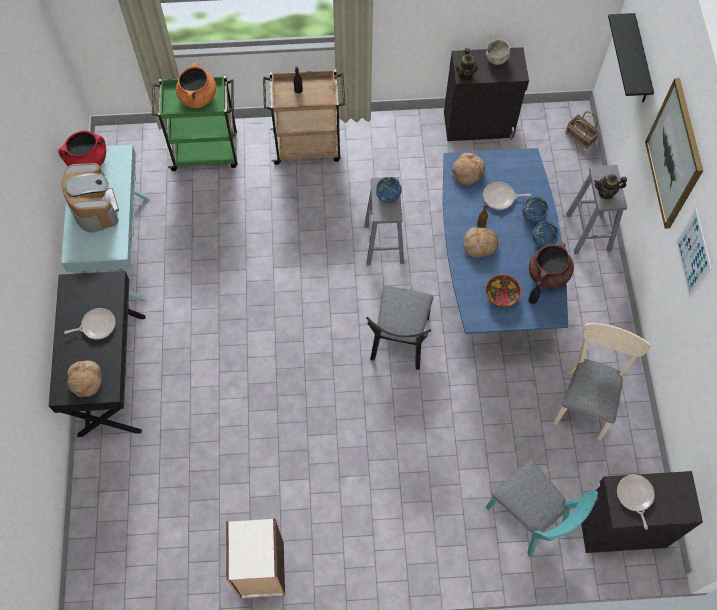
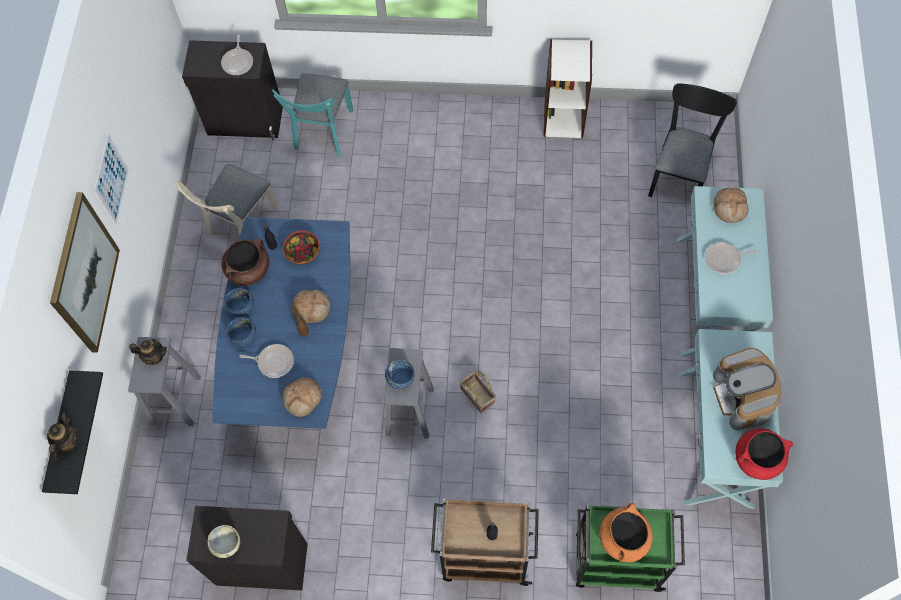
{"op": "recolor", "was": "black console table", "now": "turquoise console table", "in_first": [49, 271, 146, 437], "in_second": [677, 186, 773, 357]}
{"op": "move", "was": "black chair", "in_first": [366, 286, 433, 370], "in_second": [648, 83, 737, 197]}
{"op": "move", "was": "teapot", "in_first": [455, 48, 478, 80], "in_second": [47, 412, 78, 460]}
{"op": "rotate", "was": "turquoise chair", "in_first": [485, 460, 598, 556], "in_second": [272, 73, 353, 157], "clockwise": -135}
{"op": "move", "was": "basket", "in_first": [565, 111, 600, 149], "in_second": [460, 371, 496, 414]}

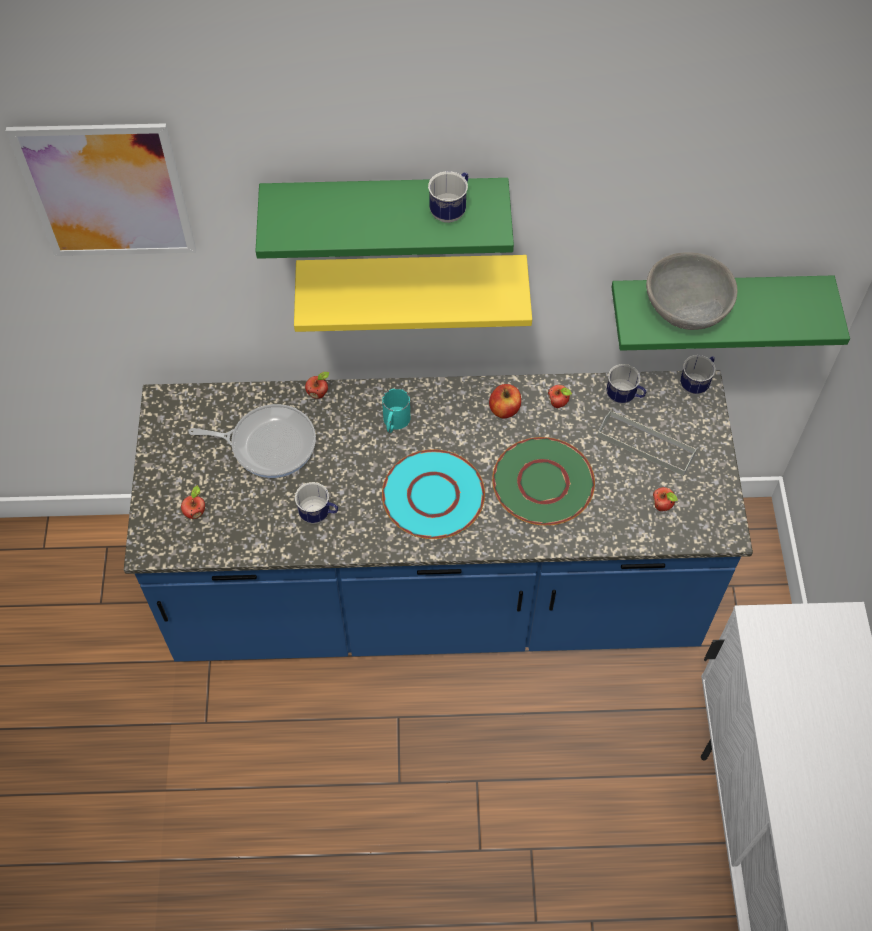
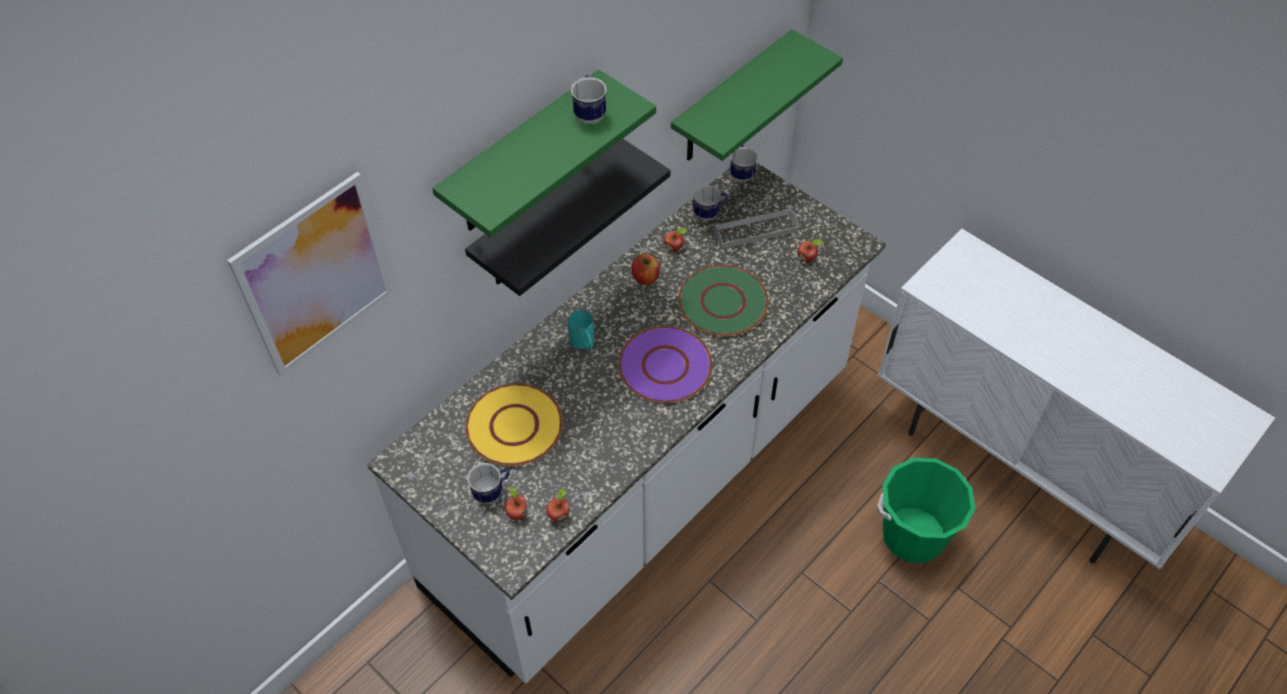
{"op": "recolor", "was": "blue counter", "now": "white counter", "in_first": [124, 370, 753, 662], "in_second": [367, 162, 886, 684]}
{"op": "replace", "was": "frying pan", "now": "yellow plate", "in_first": [188, 404, 316, 478], "in_second": [465, 384, 563, 466]}
{"op": "recolor", "was": "yellow shelf", "now": "black shelf", "in_first": [294, 255, 532, 332], "in_second": [465, 139, 670, 296]}
{"op": "move", "was": "mug", "in_first": [295, 482, 338, 524], "in_second": [467, 463, 510, 504]}
{"op": "move", "was": "apple", "in_first": [305, 372, 329, 399], "in_second": [546, 488, 570, 521]}
{"op": "recolor", "was": "turquoise plate", "now": "purple plate", "in_first": [382, 449, 485, 539], "in_second": [619, 326, 712, 403]}
{"op": "delete", "was": "grey bowl", "in_first": [646, 252, 737, 330]}
{"op": "insert", "now": "green bucket", "in_second": [877, 458, 975, 563]}

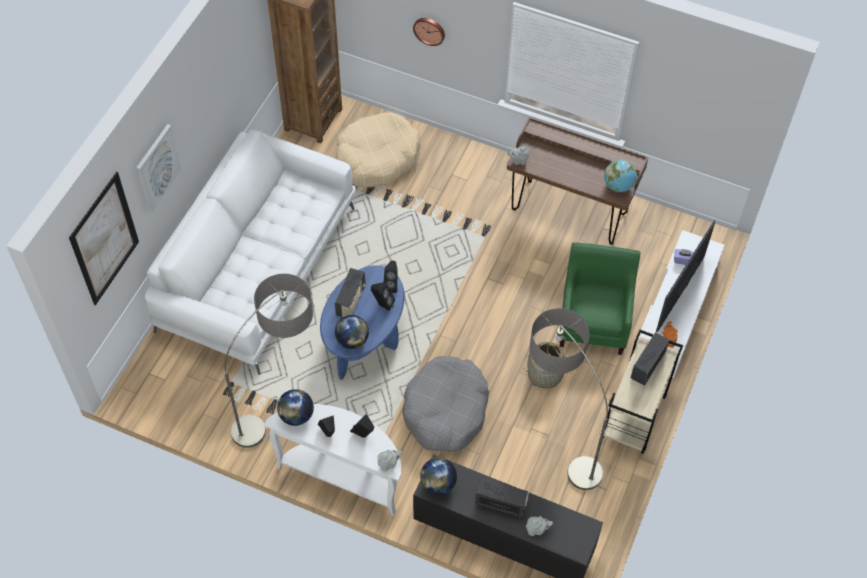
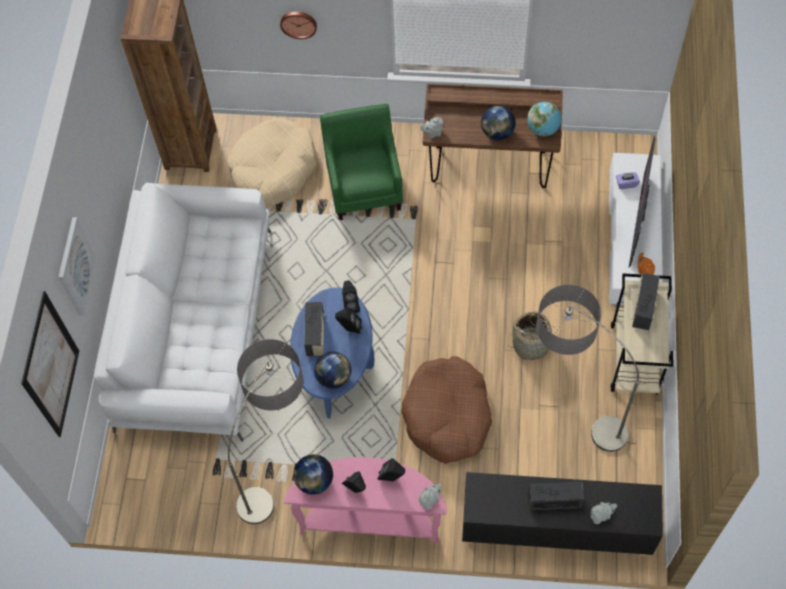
{"op": "recolor", "was": "white console table", "now": "pink console table", "in_first": [264, 404, 401, 516], "in_second": [284, 457, 447, 544]}
{"op": "recolor", "was": "grey dog bed", "now": "brown dog bed", "in_first": [402, 356, 489, 452], "in_second": [401, 356, 492, 464]}
{"op": "move", "was": "globe", "in_first": [420, 458, 457, 495], "in_second": [481, 106, 516, 140]}
{"op": "move", "was": "green armchair", "in_first": [560, 242, 640, 355], "in_second": [320, 104, 403, 220]}

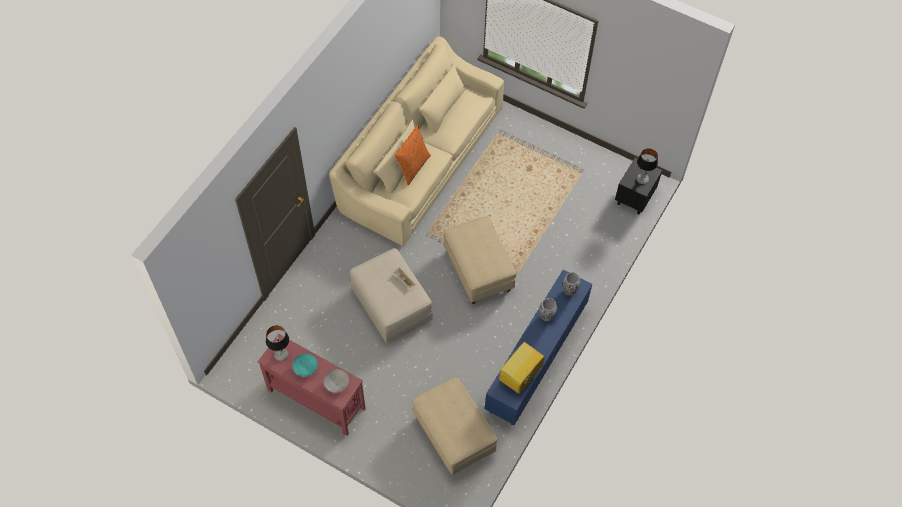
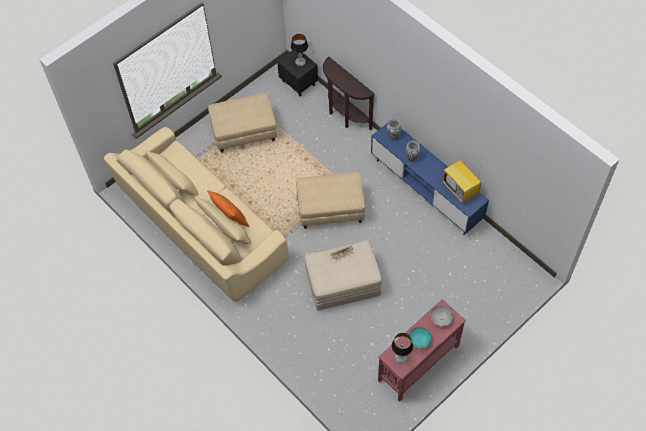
{"op": "move", "was": "beige ottoman", "in_first": [412, 377, 497, 475], "in_second": [208, 93, 277, 153]}
{"op": "insert", "now": "brown console table", "in_second": [323, 57, 375, 130]}

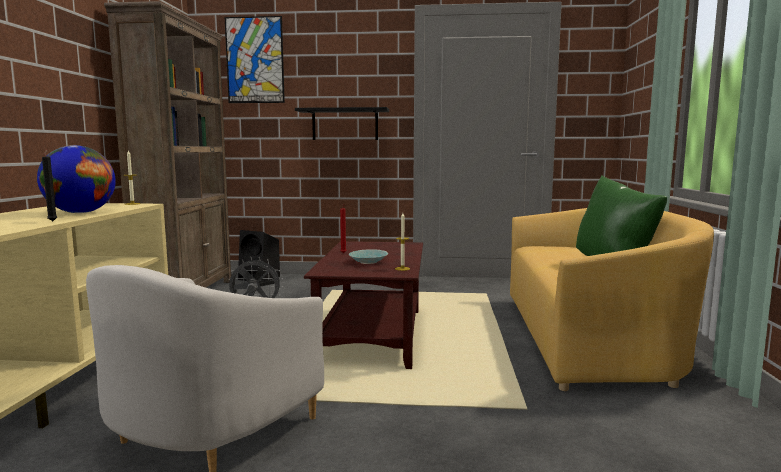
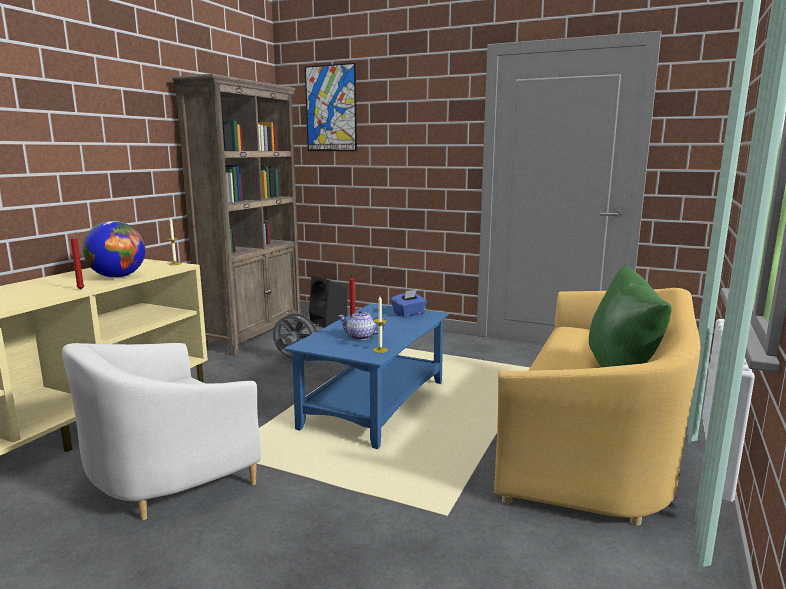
{"op": "recolor", "was": "black candle", "now": "red candle", "in_first": [42, 150, 57, 221], "in_second": [70, 232, 84, 289]}
{"op": "delete", "was": "black shelf", "in_first": [295, 107, 389, 140]}
{"op": "recolor", "was": "brown coffee table", "now": "blue coffee table", "in_first": [304, 241, 423, 369], "in_second": [285, 304, 449, 449]}
{"op": "replace", "was": "turquoise bowl", "now": "teapot", "in_first": [349, 249, 388, 264], "in_second": [338, 310, 385, 340]}
{"op": "insert", "now": "blue tissue box", "in_second": [391, 290, 427, 317]}

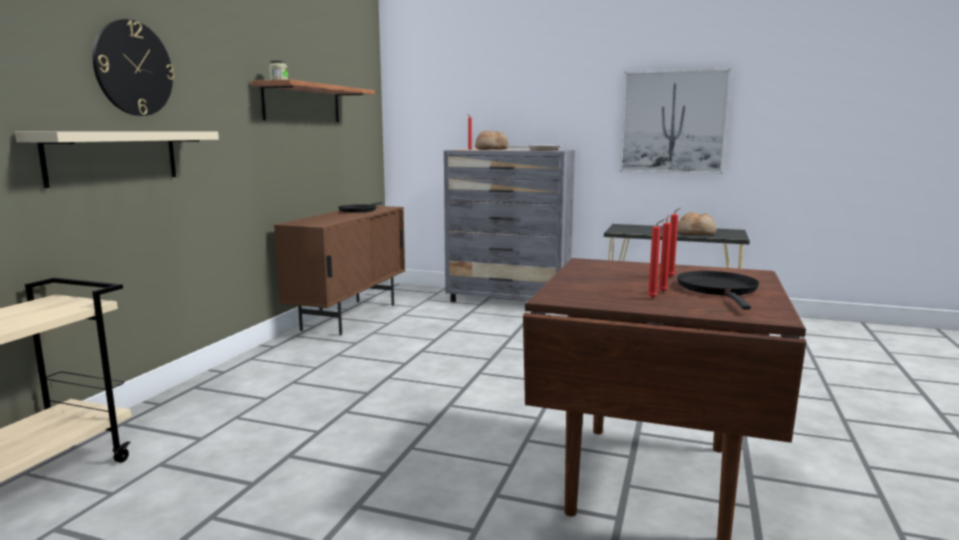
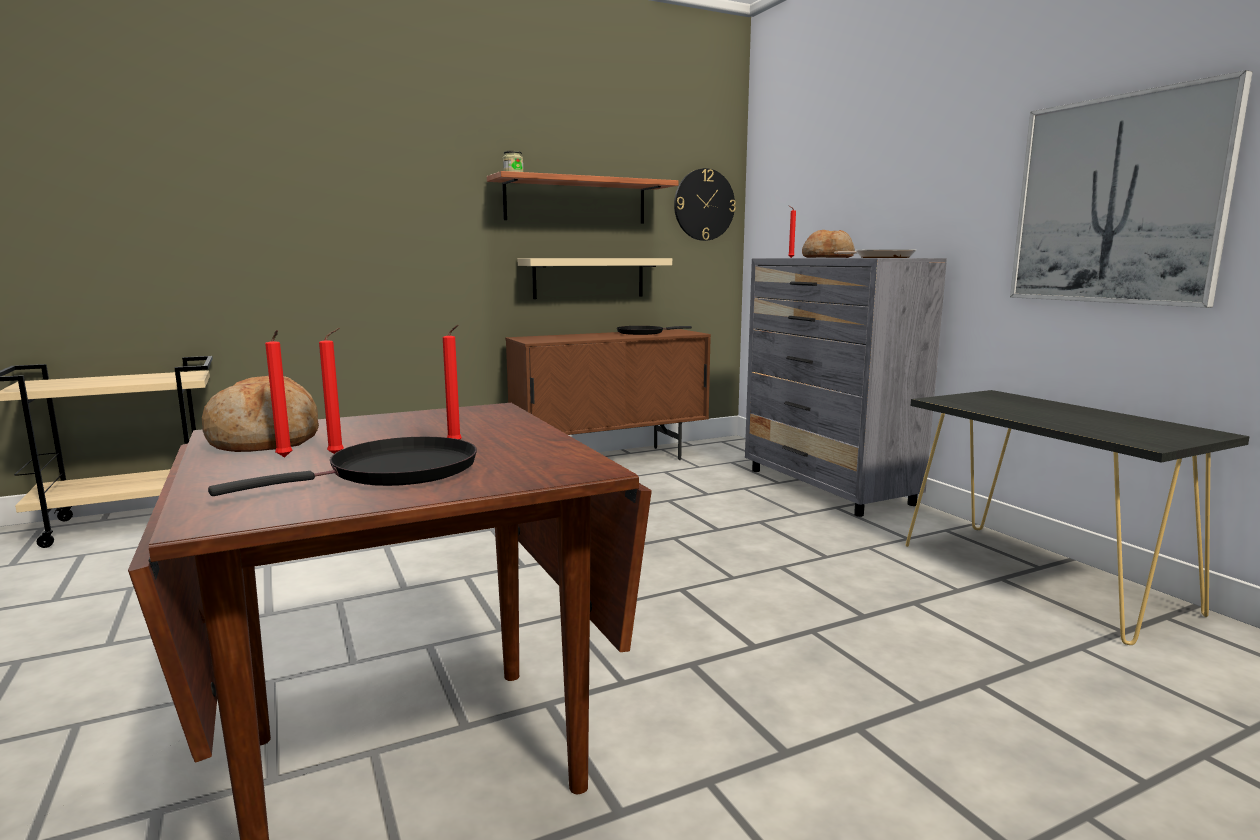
{"op": "move", "was": "beige shelf", "in_first": [15, 131, 219, 188], "in_second": [518, 258, 672, 299]}
{"op": "move", "was": "wall clock", "in_first": [92, 19, 175, 116], "in_second": [674, 168, 736, 241]}
{"op": "move", "was": "bread", "in_first": [677, 212, 717, 235], "in_second": [202, 376, 319, 452]}

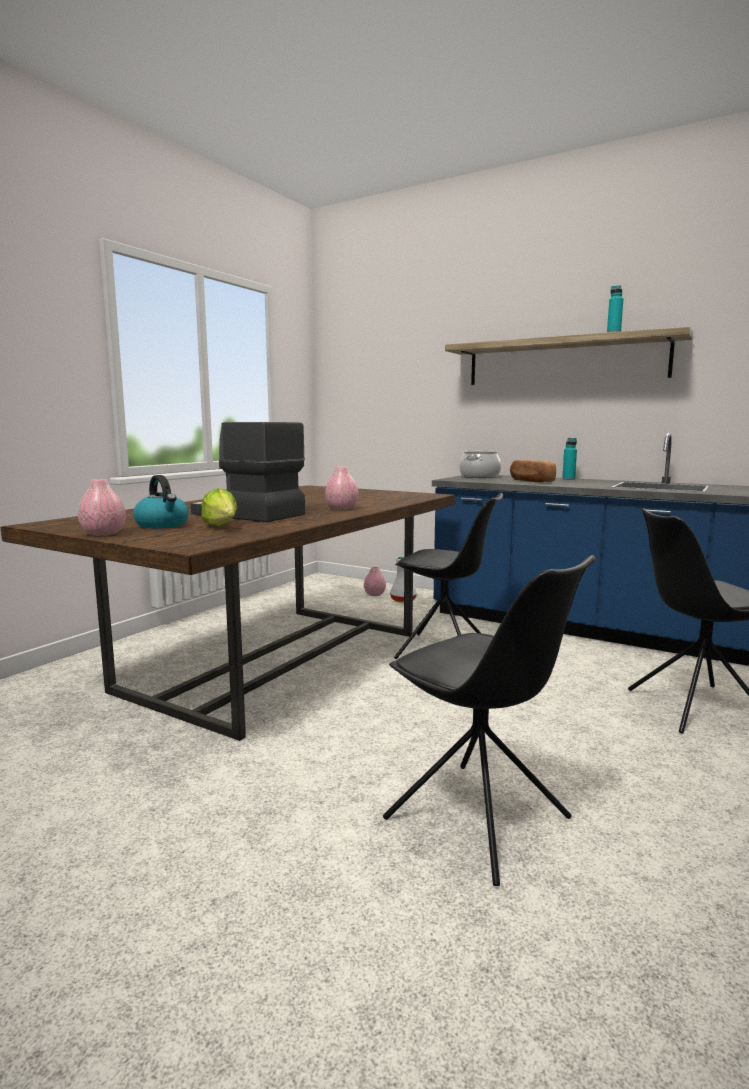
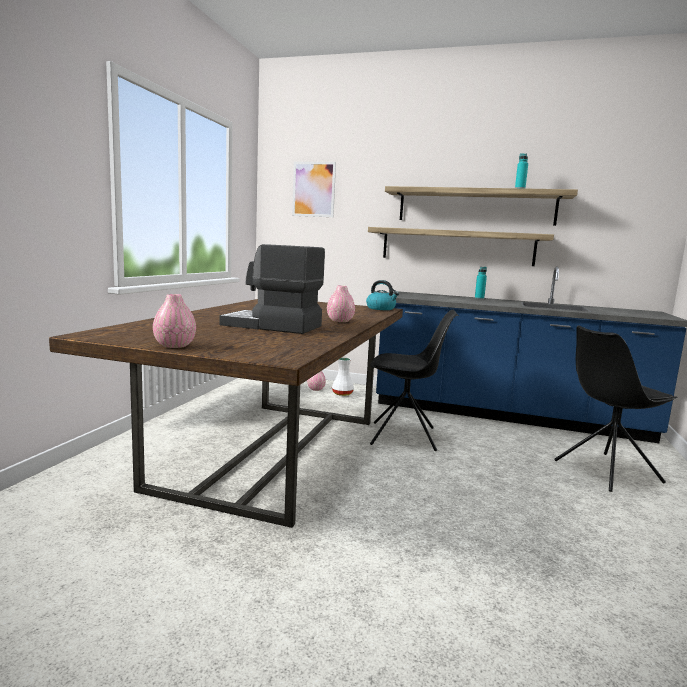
{"op": "move", "was": "kettle", "in_first": [133, 475, 189, 529], "in_second": [366, 280, 399, 310]}
{"op": "delete", "was": "lettuce", "in_first": [201, 488, 238, 526]}
{"op": "delete", "was": "black chair", "in_first": [383, 555, 596, 886]}
{"op": "delete", "was": "cooking pot", "in_first": [459, 451, 501, 478]}
{"op": "delete", "was": "bread", "in_first": [510, 460, 556, 483]}
{"op": "insert", "now": "picture", "in_second": [292, 162, 336, 217]}
{"op": "insert", "now": "shelf", "in_second": [368, 227, 554, 266]}

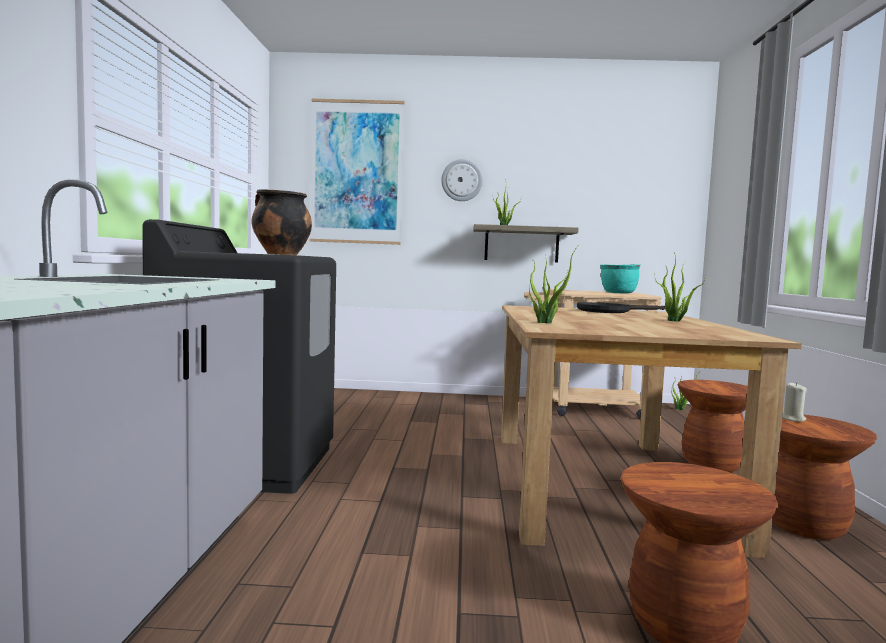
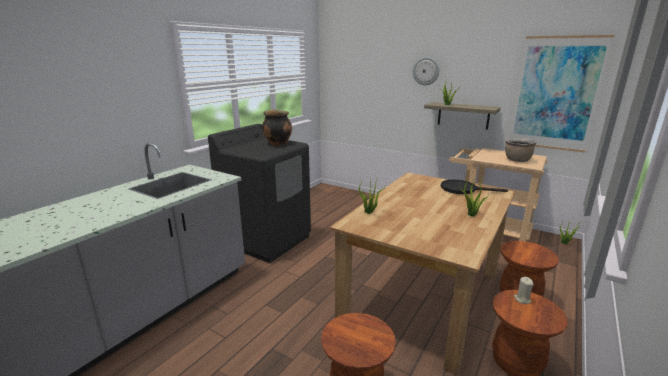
{"op": "move", "was": "picture", "in_first": [310, 99, 405, 245], "in_second": [509, 35, 614, 152]}
{"op": "recolor", "was": "turquoise cooking pot", "now": "brown cooking pot", "in_first": [600, 264, 641, 294], "in_second": [505, 138, 536, 162]}

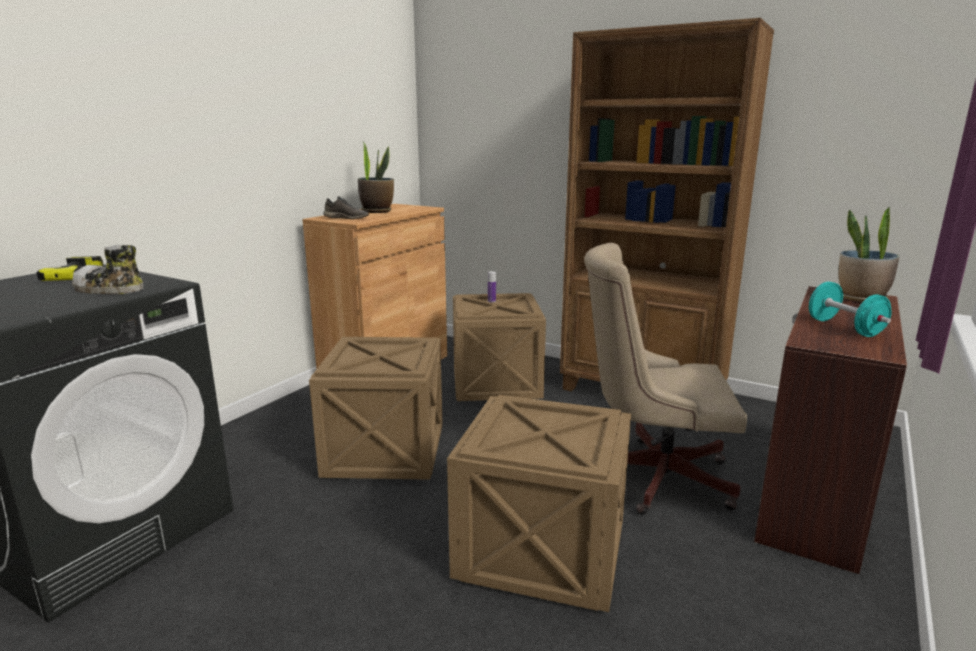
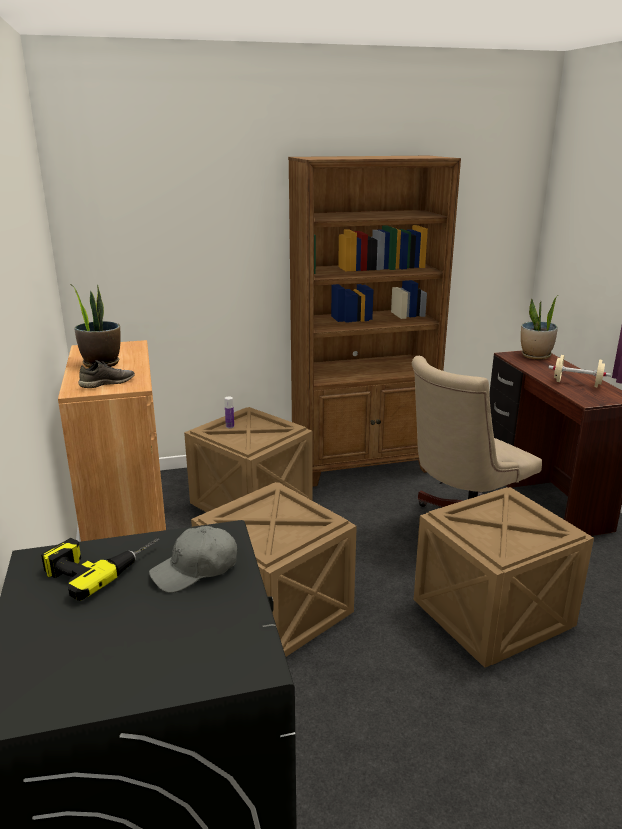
{"op": "replace", "was": "shoe", "now": "grey cap", "in_first": [72, 245, 143, 295], "in_second": [149, 526, 237, 593]}
{"op": "recolor", "was": "turquoise dumbbell", "now": "beige dumbbell", "in_first": [809, 282, 892, 337], "in_second": [549, 355, 611, 387]}

